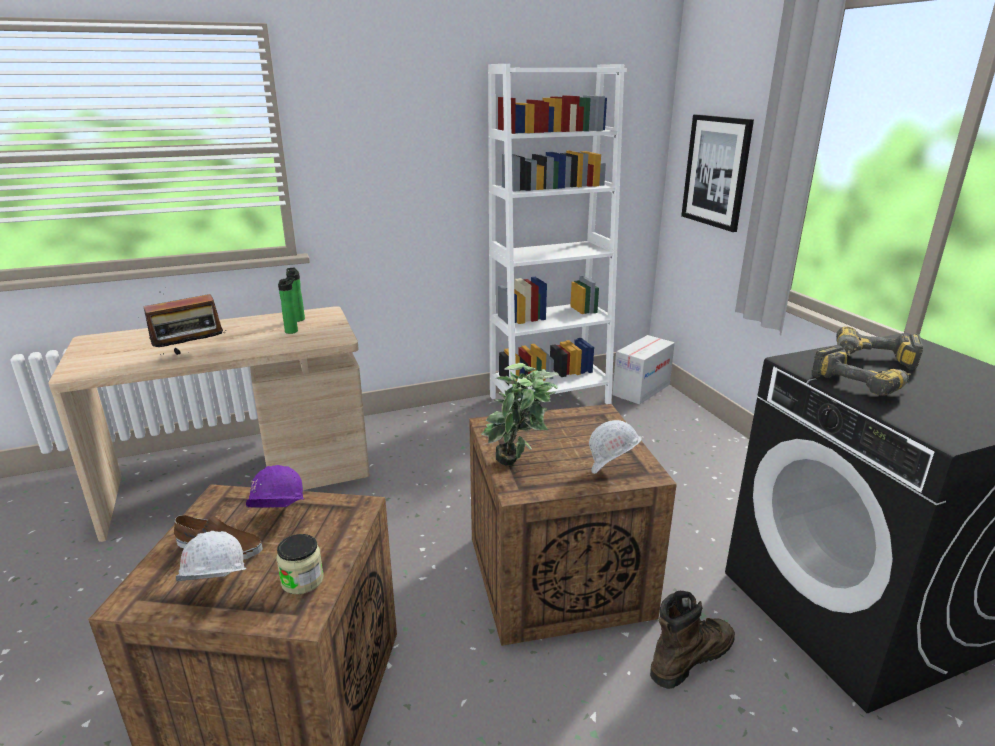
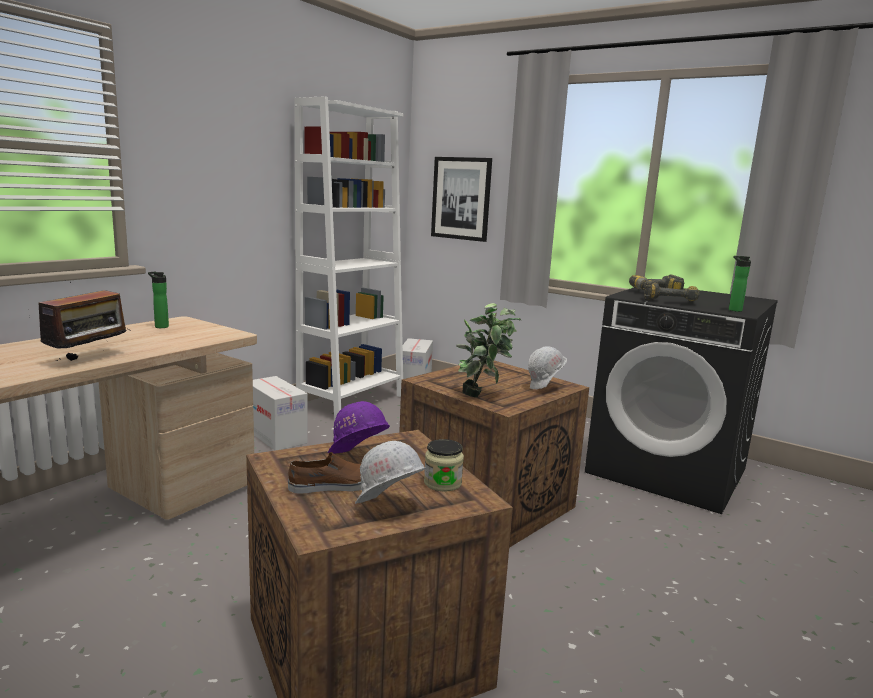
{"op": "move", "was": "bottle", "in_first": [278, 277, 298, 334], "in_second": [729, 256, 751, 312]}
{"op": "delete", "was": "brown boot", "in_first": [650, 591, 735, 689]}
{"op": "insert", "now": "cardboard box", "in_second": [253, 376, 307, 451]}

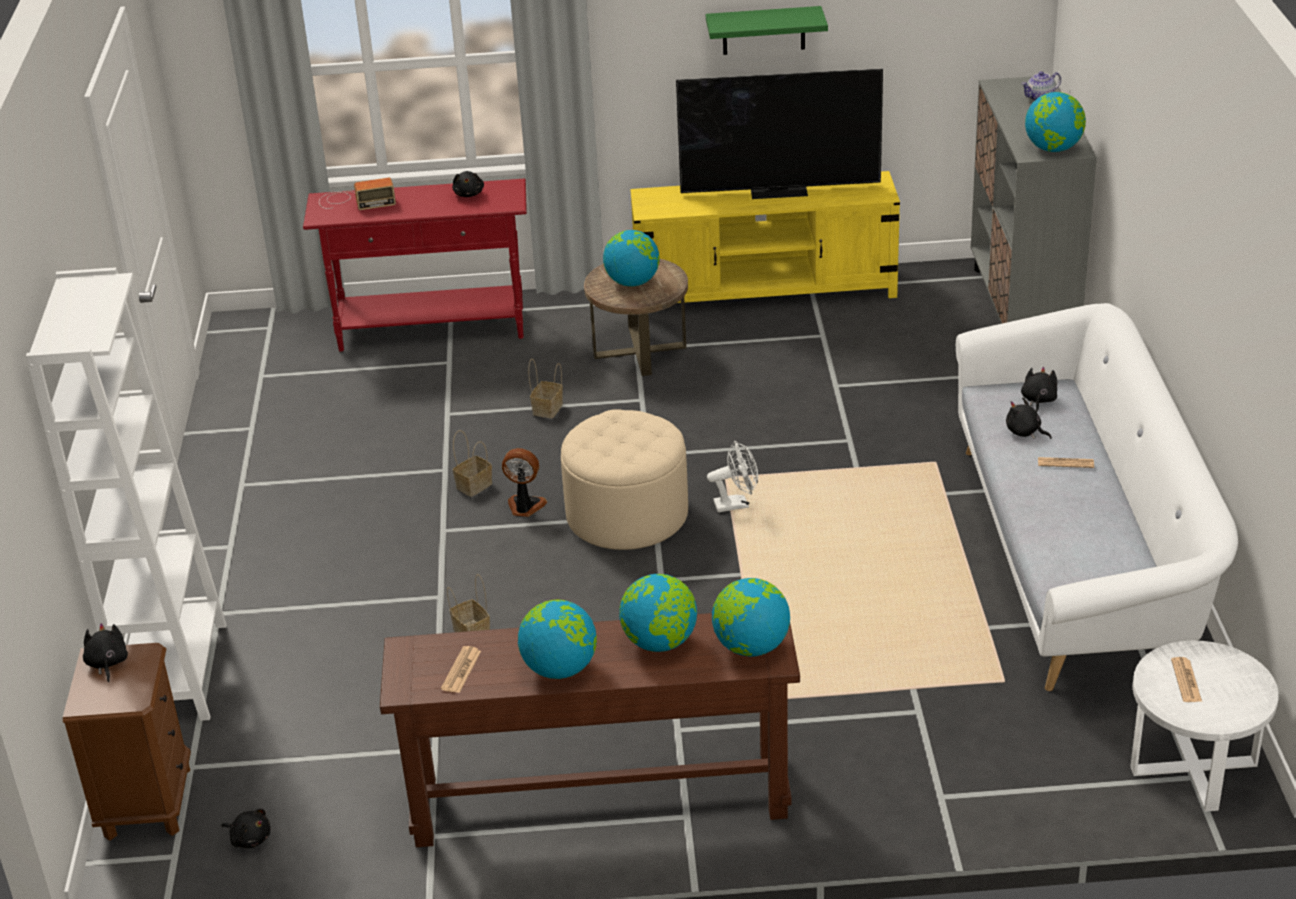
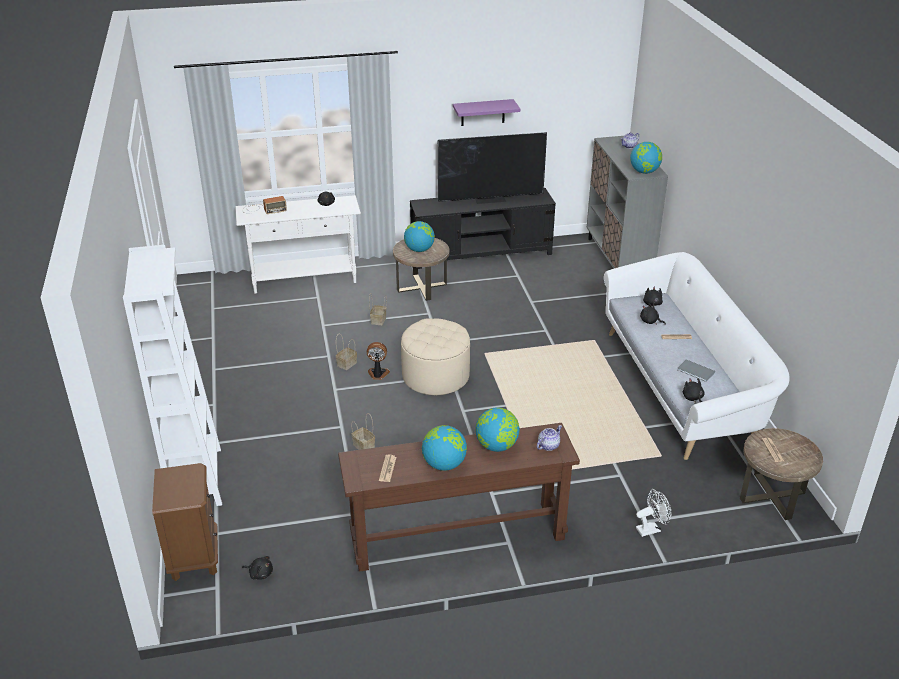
{"op": "move", "was": "black plush toy", "in_first": [83, 623, 128, 683], "in_second": [683, 378, 705, 404]}
{"op": "recolor", "was": "red console table", "now": "white console table", "in_first": [303, 179, 527, 352], "in_second": [235, 195, 361, 294]}
{"op": "recolor", "was": "yellow tv stand", "now": "black tv stand", "in_first": [630, 171, 900, 303], "in_second": [410, 188, 556, 269]}
{"op": "recolor", "was": "green shelf", "now": "purple shelf", "in_first": [706, 6, 828, 55], "in_second": [453, 99, 520, 126]}
{"op": "move", "was": "white fan", "in_first": [707, 441, 758, 512], "in_second": [636, 489, 672, 537]}
{"op": "replace", "was": "globe", "now": "teapot", "in_first": [712, 578, 790, 657], "in_second": [537, 425, 562, 451]}
{"op": "recolor", "was": "white side table", "now": "brown side table", "in_first": [1130, 641, 1279, 812], "in_second": [740, 428, 823, 520]}
{"op": "insert", "now": "grey book", "in_second": [677, 360, 715, 382]}

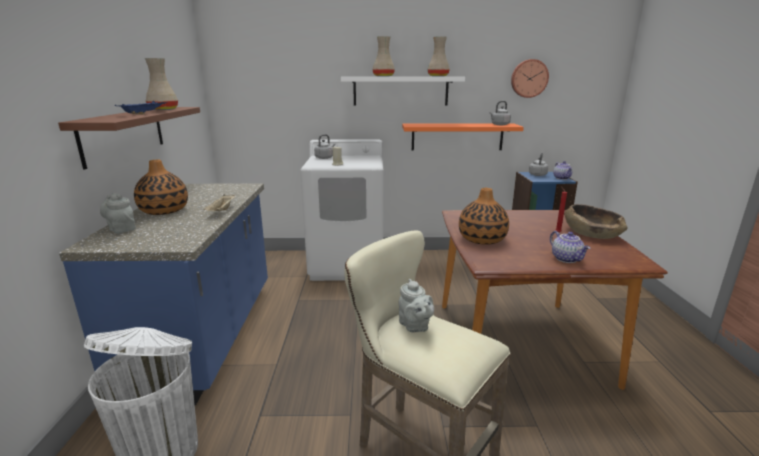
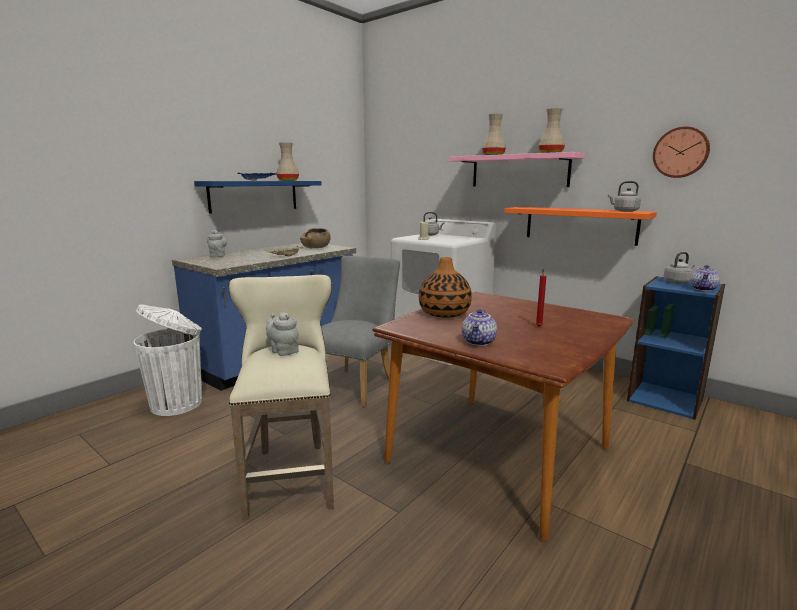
{"op": "recolor", "was": "brown shelf", "now": "blue shelf", "in_first": [58, 107, 200, 170], "in_second": [194, 181, 322, 214]}
{"op": "delete", "was": "vase", "in_first": [134, 160, 188, 215]}
{"op": "recolor", "was": "white shelf", "now": "pink shelf", "in_first": [341, 77, 465, 106], "in_second": [449, 152, 585, 187]}
{"op": "rotate", "was": "grey teapot", "in_first": [399, 279, 434, 333], "in_second": [266, 312, 299, 356], "clockwise": 120}
{"op": "move", "was": "brown bowl", "in_first": [564, 204, 628, 239], "in_second": [300, 228, 331, 248]}
{"op": "insert", "now": "grey chair", "in_second": [321, 256, 400, 407]}

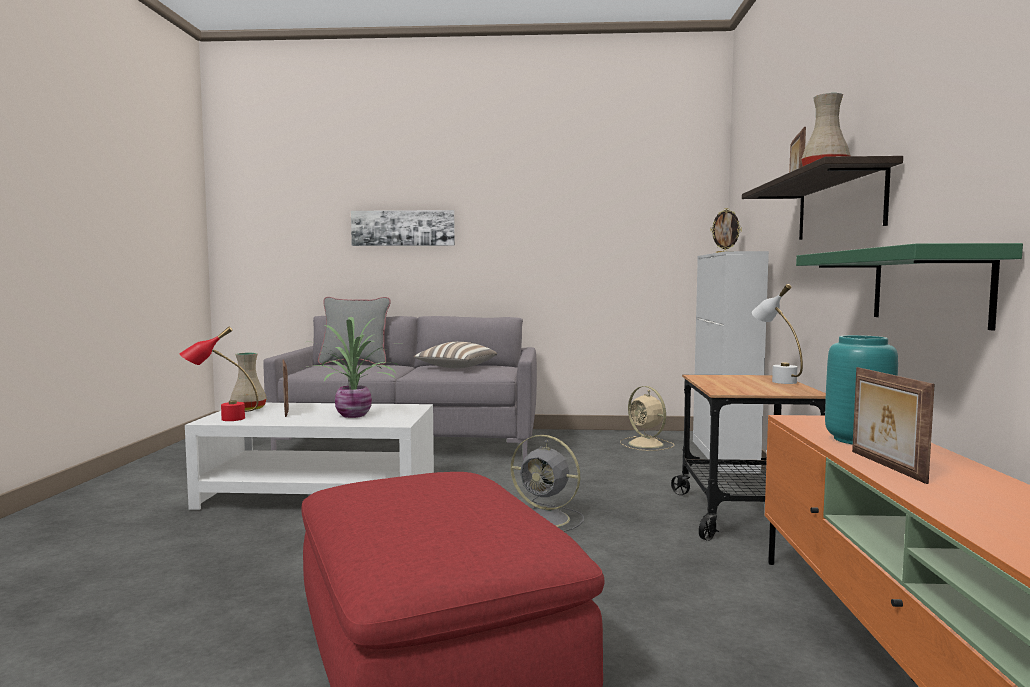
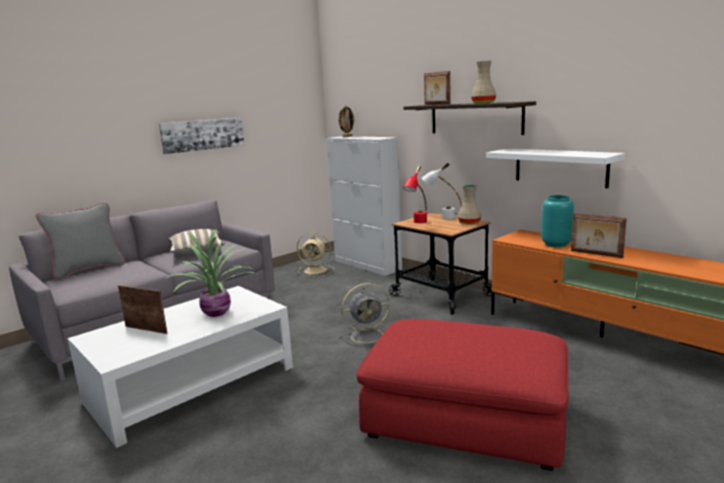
{"op": "move", "was": "red table lamp", "in_first": [180, 326, 258, 421], "in_second": [403, 166, 427, 223]}
{"op": "move", "was": "beige vase", "in_first": [230, 353, 267, 410], "in_second": [458, 185, 481, 224]}
{"op": "move", "was": "picture", "in_first": [351, 210, 455, 246], "in_second": [159, 117, 244, 154]}
{"op": "recolor", "was": "green shelf", "now": "white shelf", "in_first": [796, 243, 1023, 331], "in_second": [486, 148, 625, 188]}

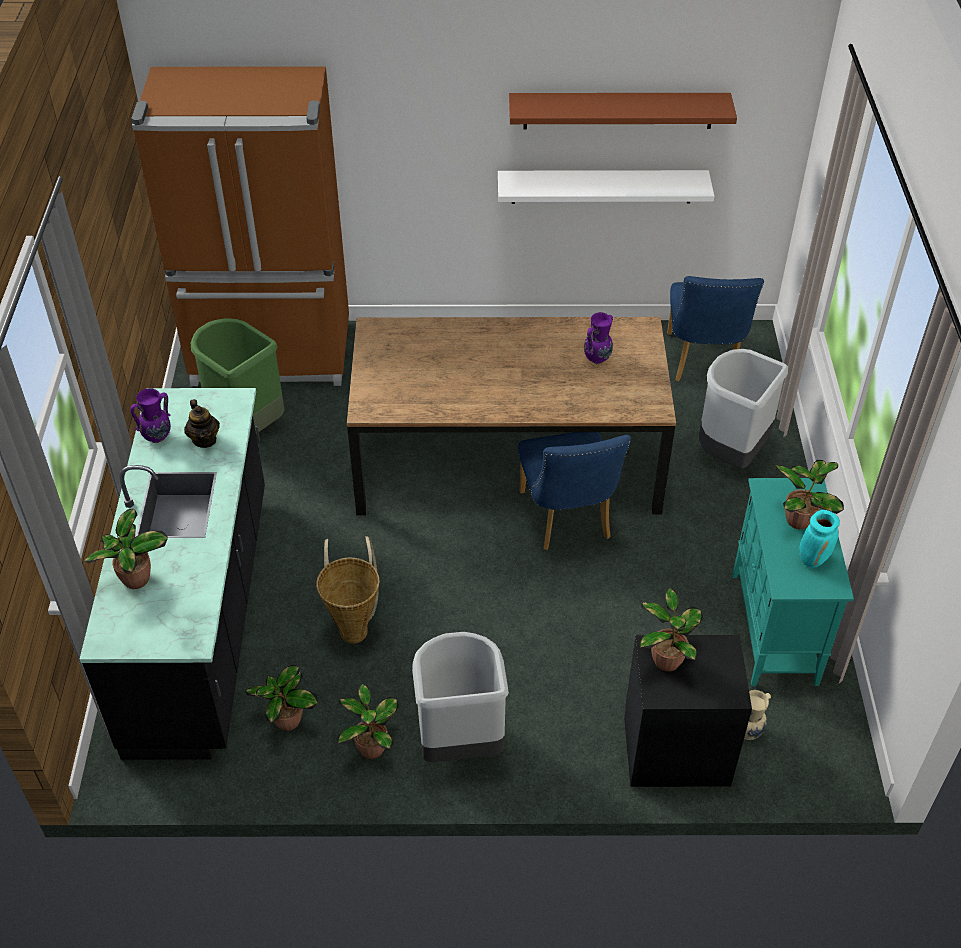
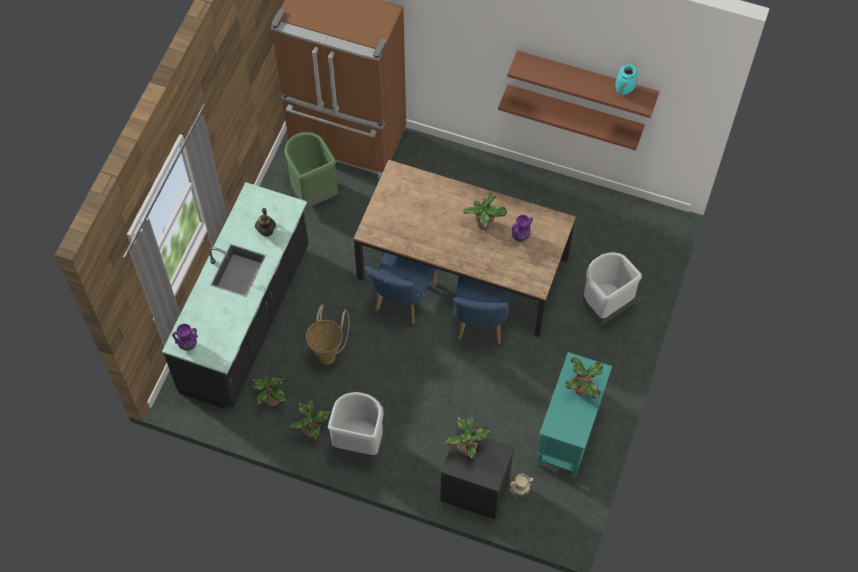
{"op": "move", "was": "potted plant", "in_first": [84, 509, 168, 589], "in_second": [462, 193, 507, 230]}
{"op": "move", "was": "purple vase", "in_first": [130, 388, 171, 443], "in_second": [172, 324, 198, 351]}
{"op": "recolor", "was": "white shelf", "now": "brown shelf", "in_first": [498, 170, 714, 204], "in_second": [498, 85, 645, 150]}
{"op": "move", "was": "blue chair", "in_first": [667, 276, 764, 381], "in_second": [365, 253, 437, 324]}
{"op": "move", "was": "turquoise vase", "in_first": [799, 510, 840, 568], "in_second": [615, 64, 637, 95]}

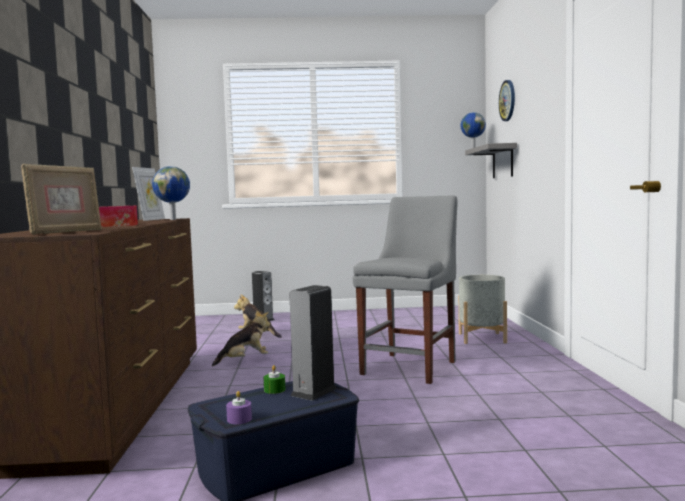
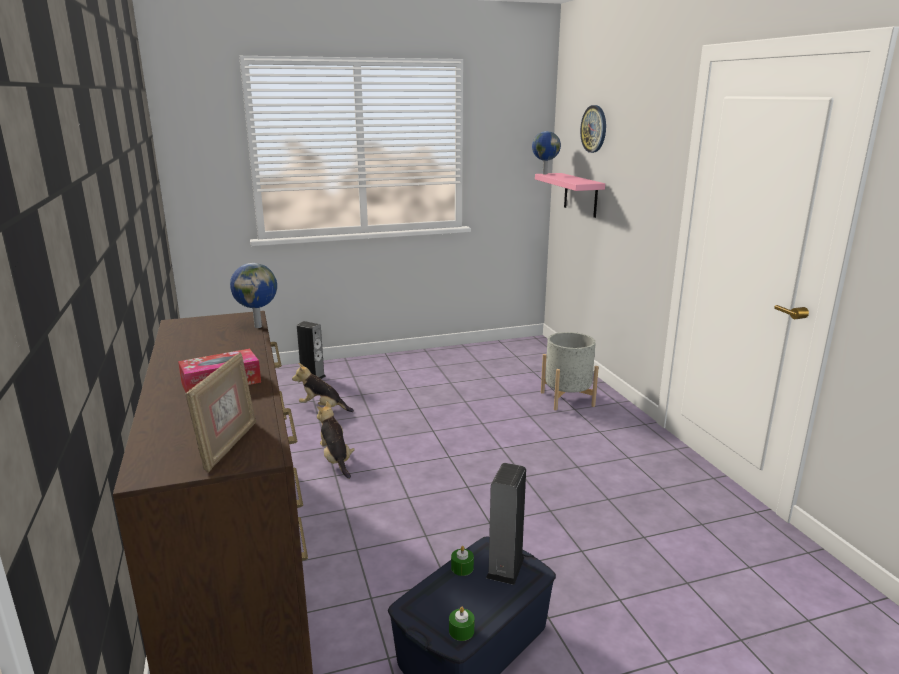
{"op": "delete", "was": "picture frame", "in_first": [132, 167, 165, 221]}
{"op": "rotate", "was": "plush toy", "in_first": [212, 310, 270, 366], "in_second": [317, 401, 355, 479], "clockwise": -75}
{"op": "recolor", "was": "purple candle", "now": "green candle", "in_first": [226, 391, 252, 424], "in_second": [449, 607, 475, 641]}
{"op": "delete", "was": "grey chair", "in_first": [353, 195, 458, 384]}
{"op": "recolor", "was": "grey shelf", "now": "pink shelf", "in_first": [465, 143, 517, 178], "in_second": [535, 173, 605, 218]}

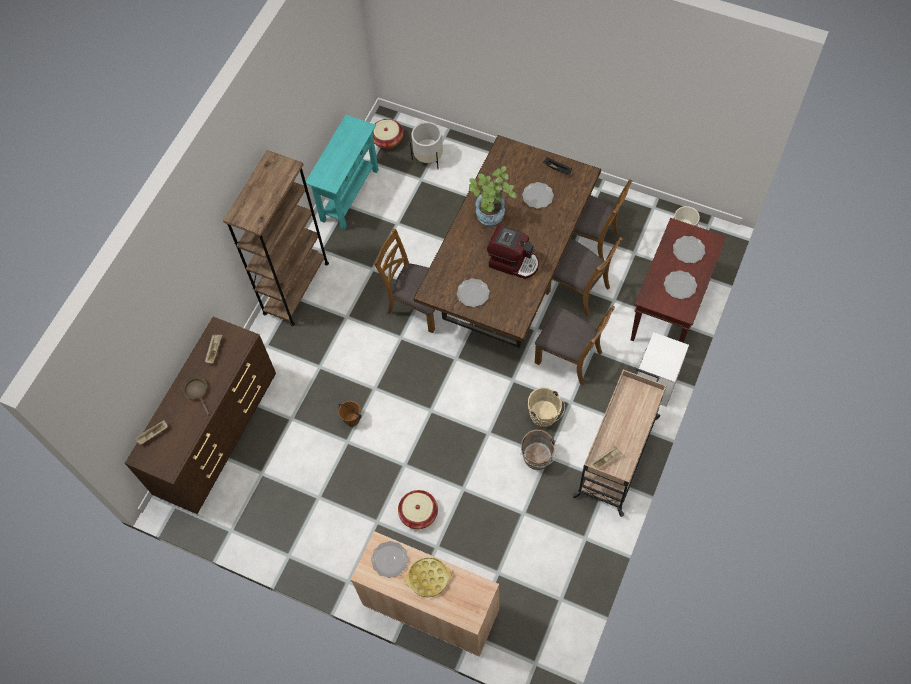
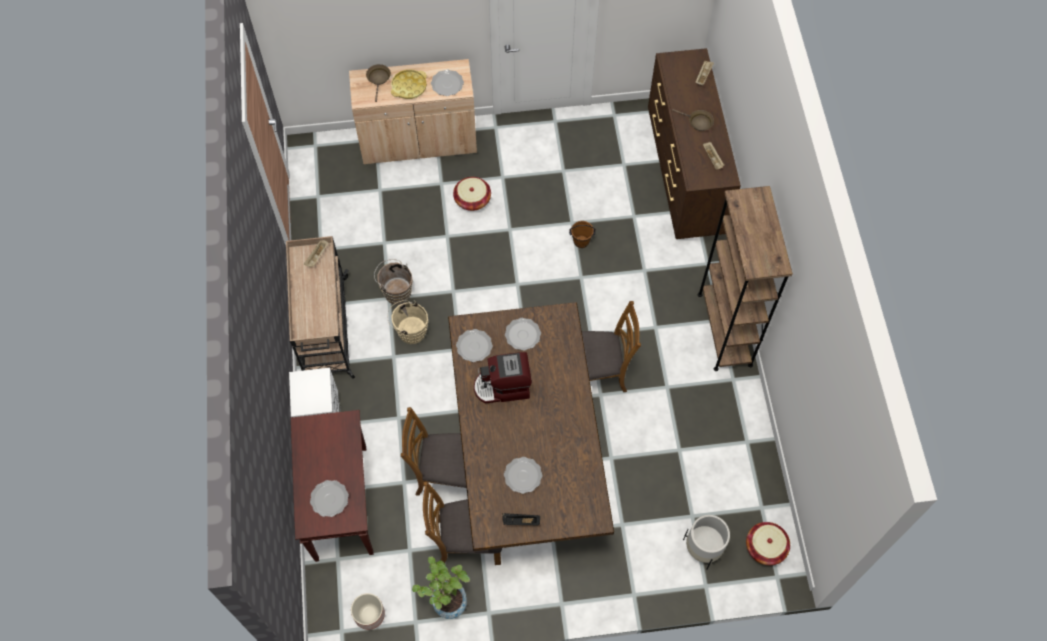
{"op": "delete", "was": "turquoise console table", "in_first": [306, 115, 379, 230]}
{"op": "move", "was": "potted plant", "in_first": [469, 166, 516, 226], "in_second": [412, 556, 470, 619]}
{"op": "delete", "was": "brown chair", "in_first": [535, 305, 615, 385]}
{"op": "move", "was": "plate", "in_first": [664, 270, 697, 299], "in_second": [456, 329, 493, 362]}
{"op": "insert", "now": "brown frying pan", "in_second": [366, 64, 391, 102]}

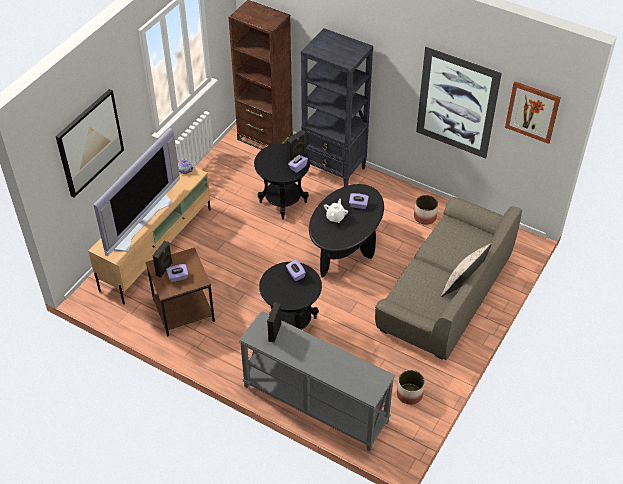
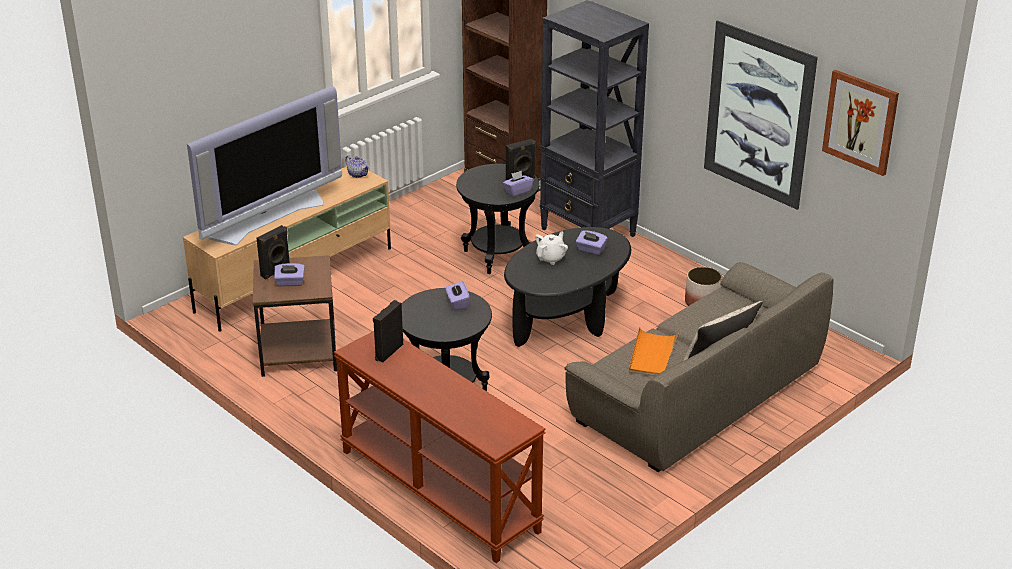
{"op": "delete", "was": "picture", "in_first": [56, 89, 124, 197]}
{"op": "recolor", "was": "grey console table", "now": "brown console table", "in_first": [239, 311, 395, 452], "in_second": [334, 331, 546, 563]}
{"op": "delete", "was": "planter", "in_first": [397, 370, 425, 405]}
{"op": "insert", "now": "orange tray", "in_second": [629, 327, 678, 376]}

